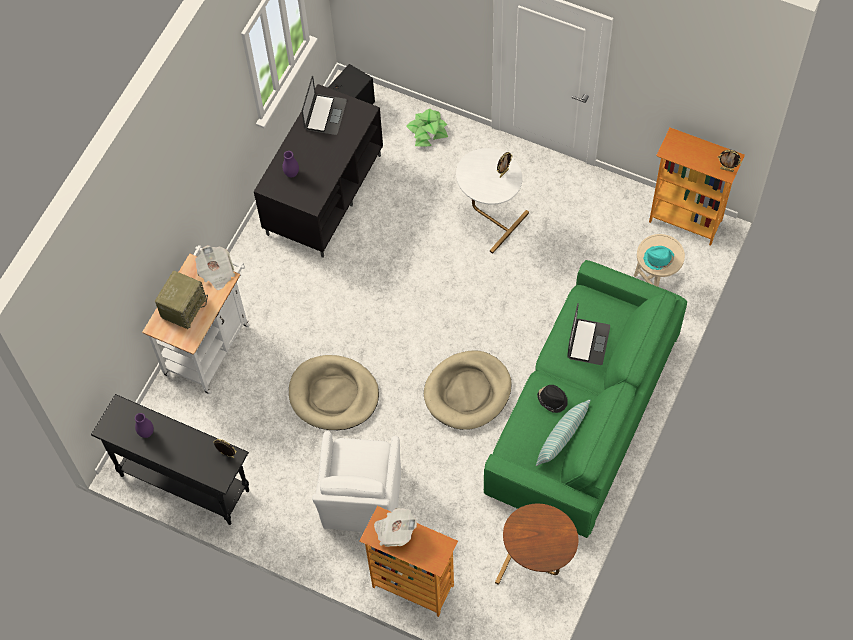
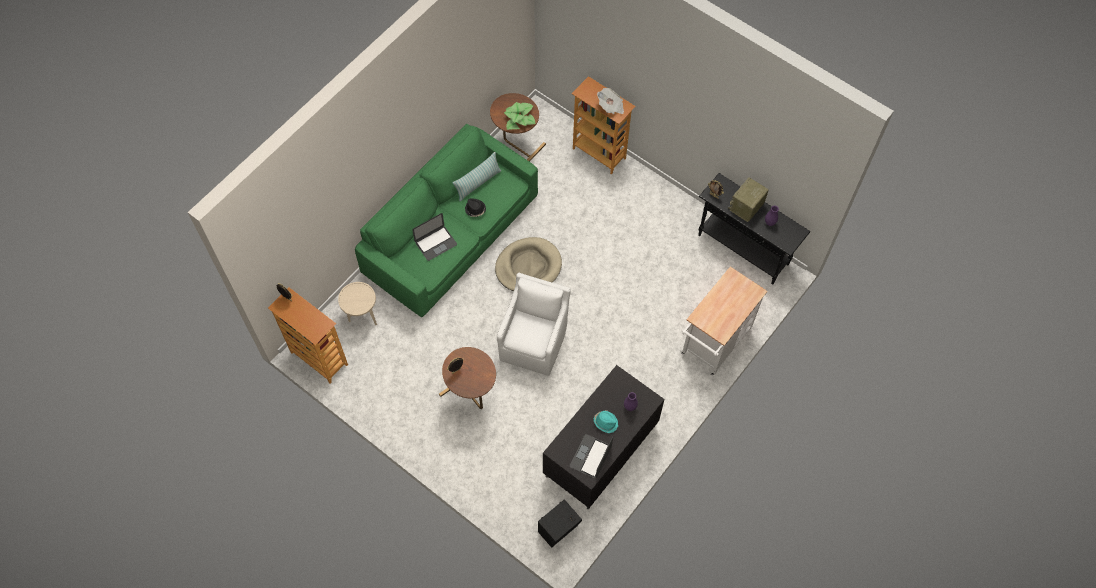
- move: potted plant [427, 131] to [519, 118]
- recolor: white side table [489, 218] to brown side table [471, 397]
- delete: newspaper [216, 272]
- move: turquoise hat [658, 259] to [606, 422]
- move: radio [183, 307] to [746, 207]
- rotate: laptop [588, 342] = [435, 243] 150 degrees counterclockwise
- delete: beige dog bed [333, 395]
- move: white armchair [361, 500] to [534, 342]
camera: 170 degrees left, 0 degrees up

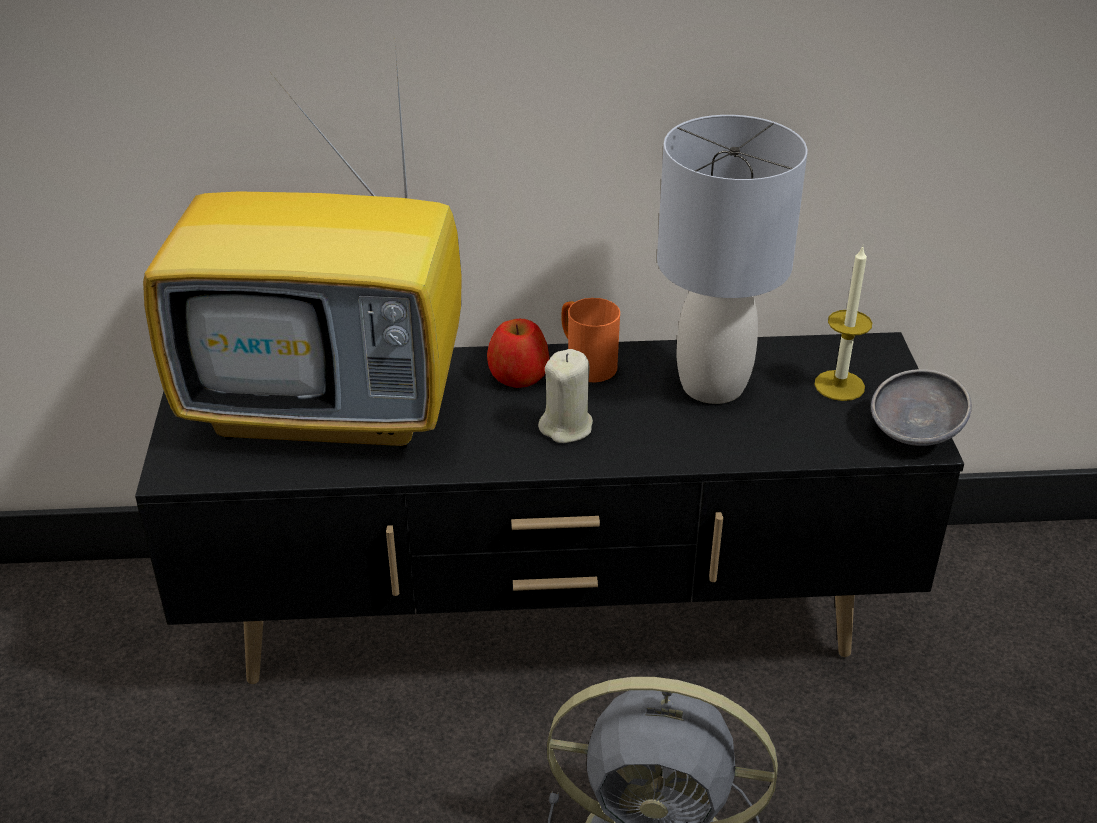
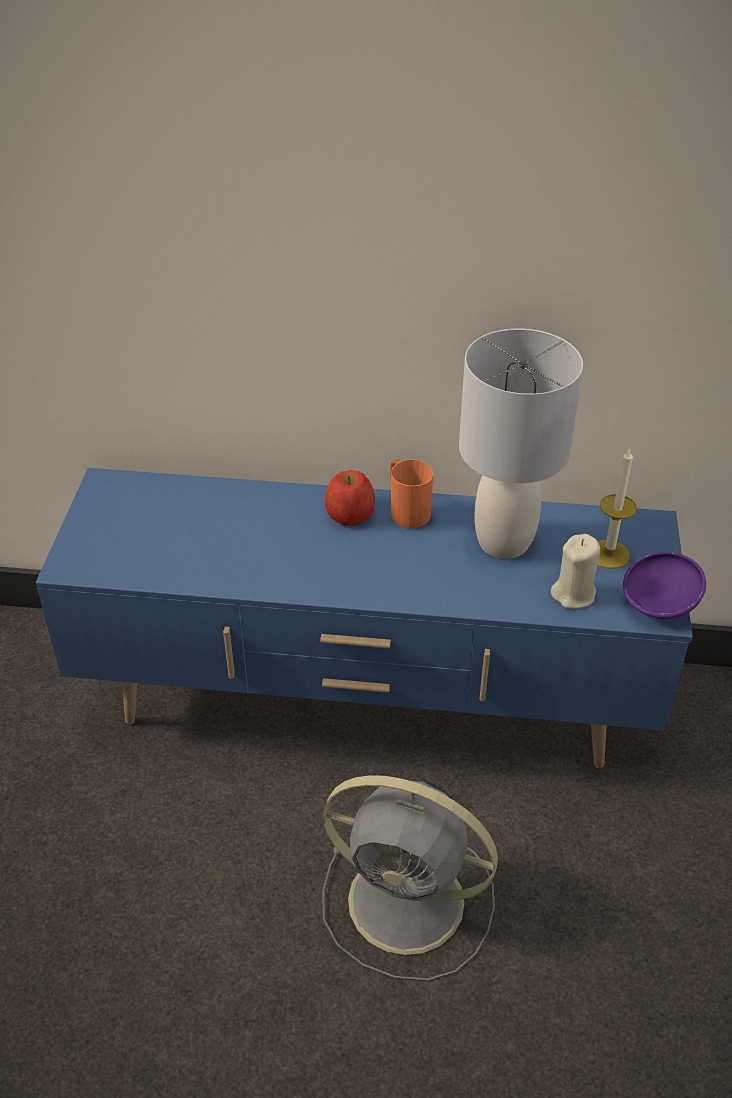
- delete: television [333, 407]
- recolor: black tv stand [550, 622] to blue tv stand [367, 705]
- move: beige candle [566, 427] to [573, 594]
- recolor: grey bowl [913, 433] to purple bowl [658, 604]
camera: 10 degrees right, 5 degrees up

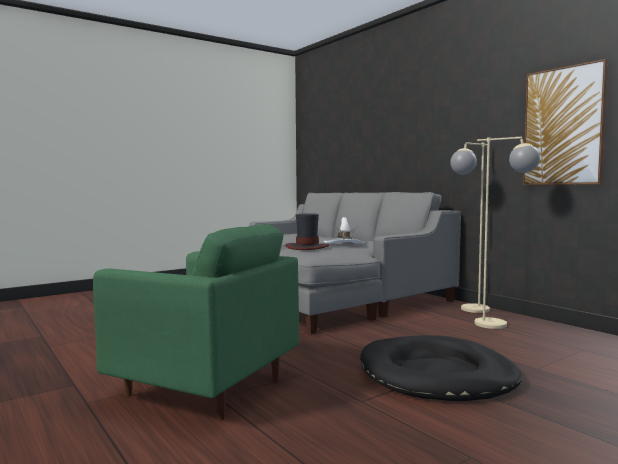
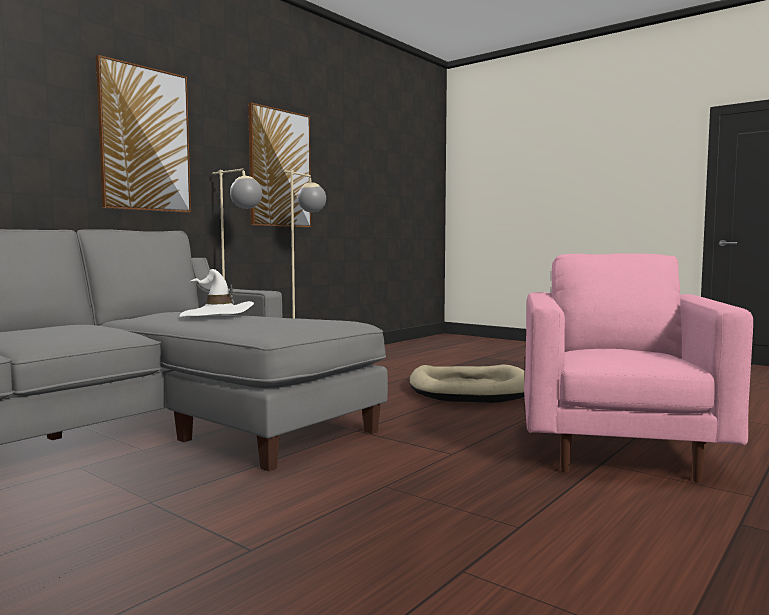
- delete: hat [307, 247]
- recolor: green armchair [205, 388] to pink armchair [618, 451]
- recolor: black dog bed [437, 375] to beige dog bed [470, 390]
- insert: picture [144, 139]
camera: 105 degrees left, 0 degrees up

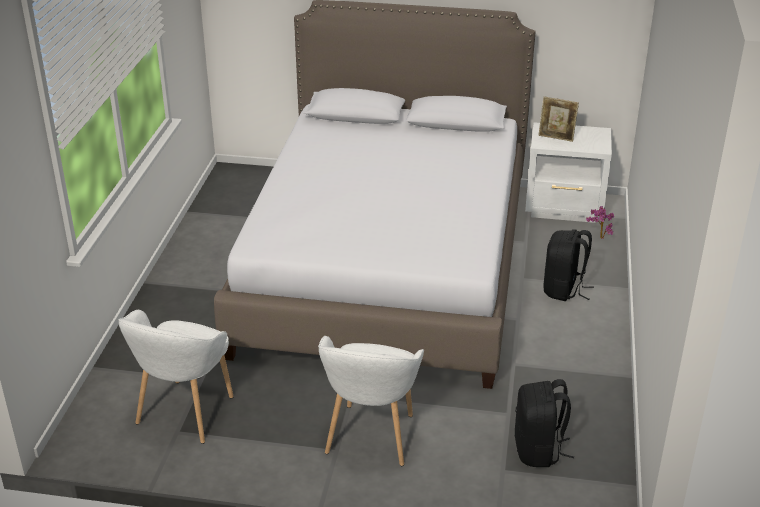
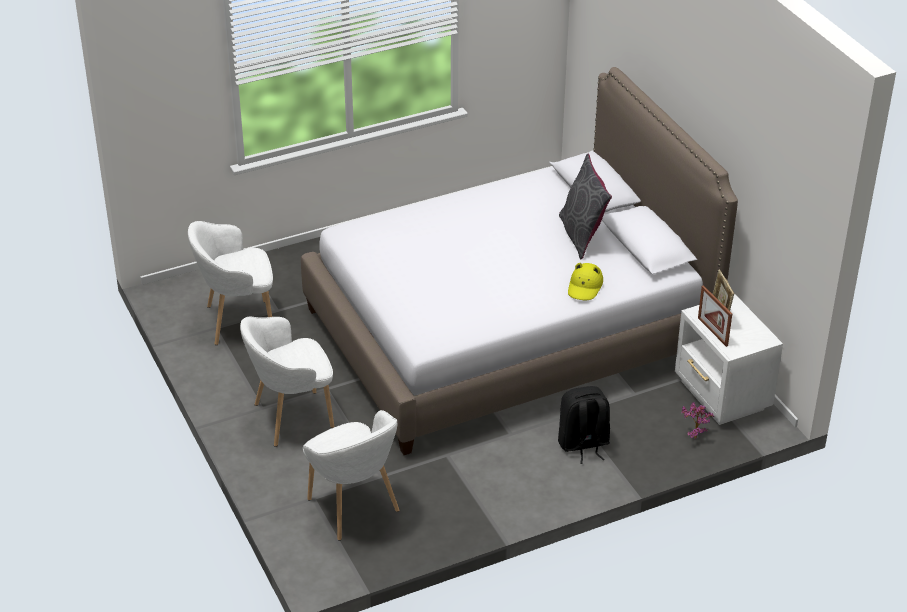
- replace: black backpack [538, 450] to white armchair [353, 508]
- insert: grey pillow [582, 235]
- insert: yellow hat [585, 286]
- insert: picture frame [712, 332]
camera: 55 degrees right, 5 degrees up

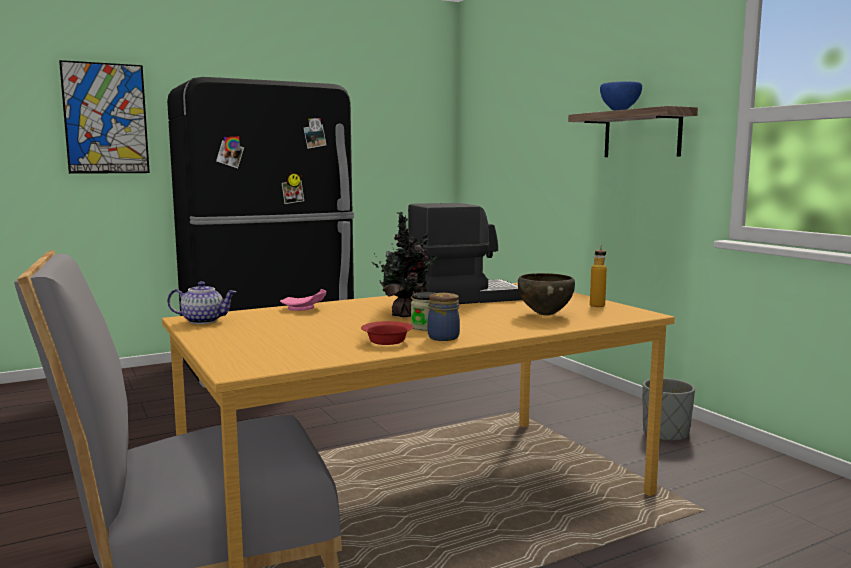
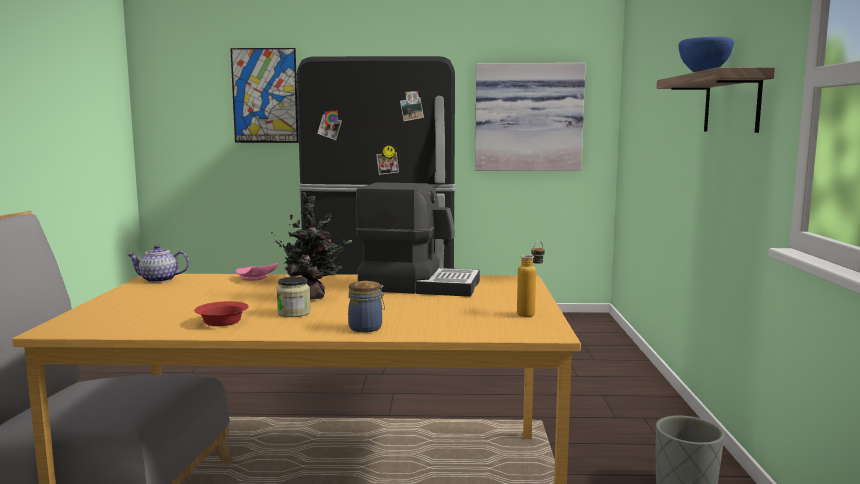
- delete: brown bowl [545, 315]
- rotate: teapot [204, 321] = [158, 280] 150 degrees clockwise
- move: jar [444, 337] to [367, 328]
- insert: picture [528, 117]
camera: 30 degrees right, 0 degrees up

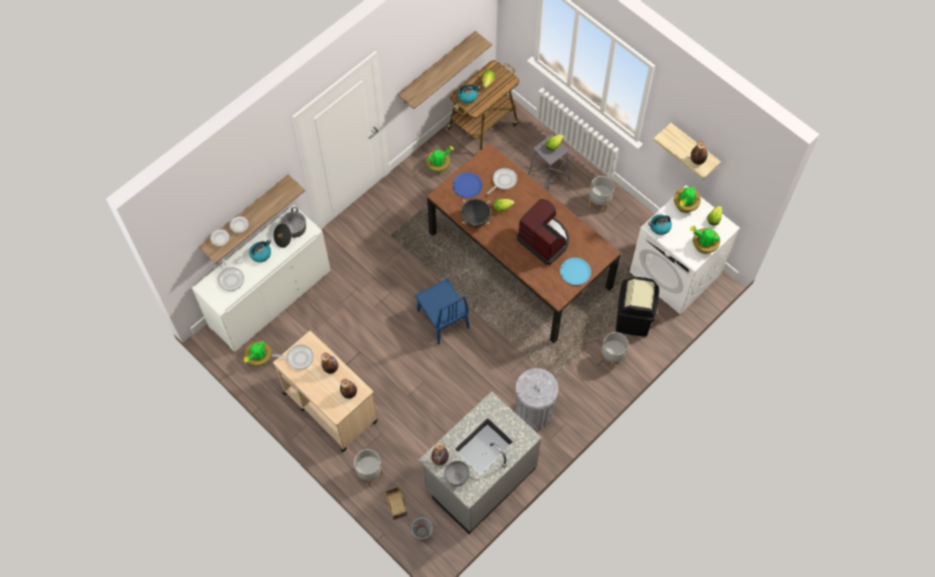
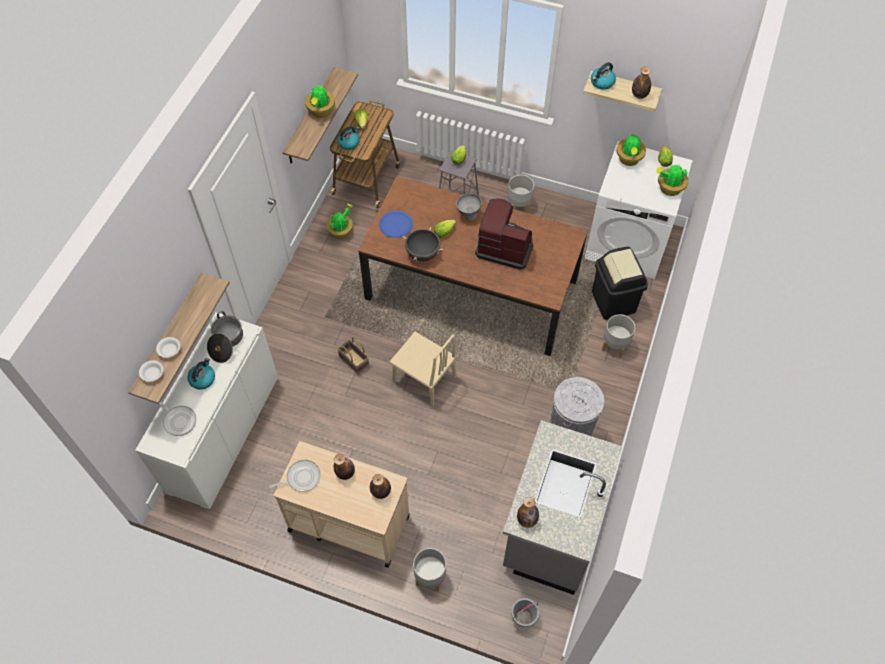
- delete: frying pan [503, 181]
- move: kettle [659, 227] to [602, 83]
- delete: blue plate [575, 272]
- recolor: blue chair [443, 319] to beige chair [424, 378]
- move: potted plant [259, 359] to [321, 112]
- move: grey bowl [456, 478] to [468, 215]
- move: basket [397, 506] to [355, 361]
camera: 25 degrees left, 5 degrees down

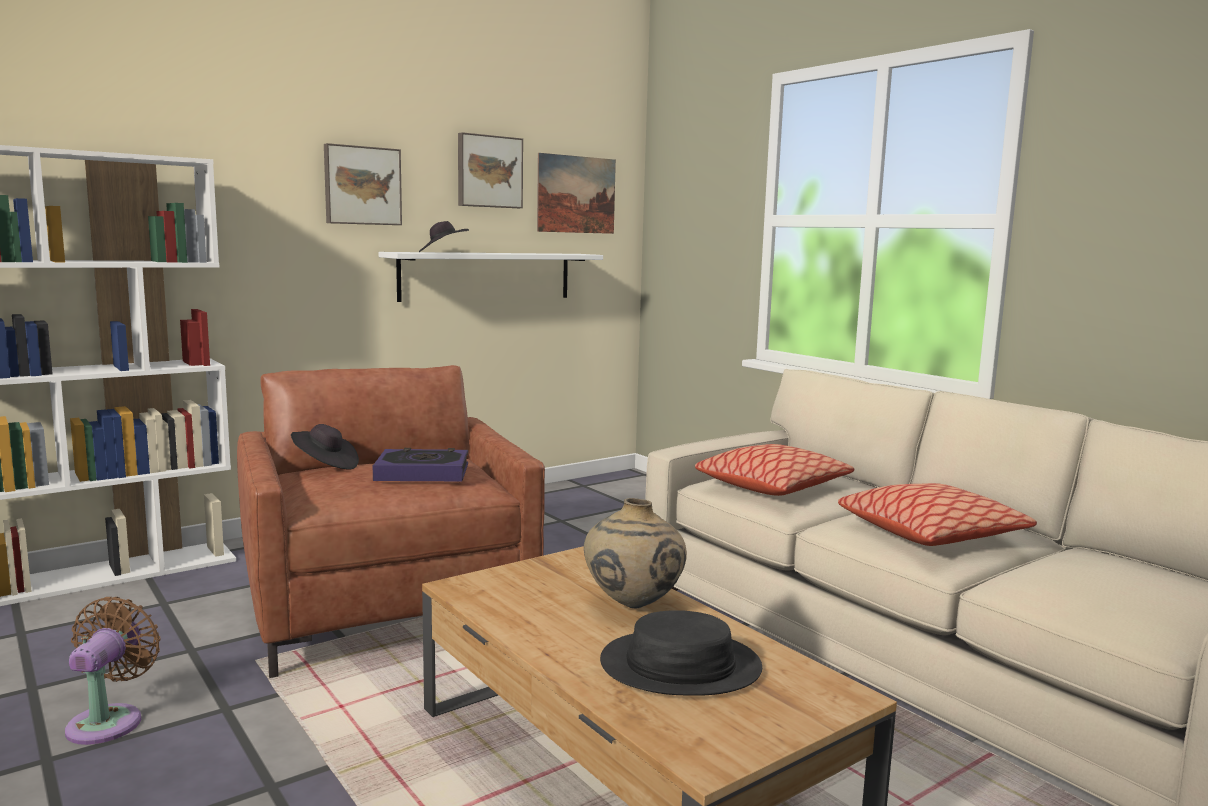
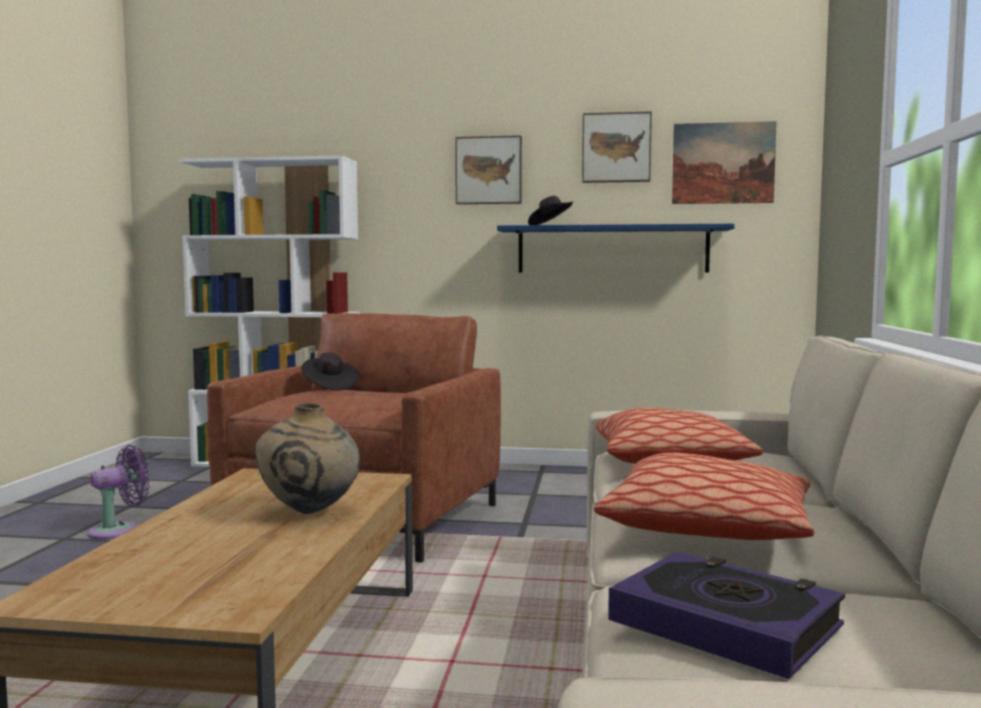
- recolor: white shelf [487, 276] to blue shelf [612, 249]
- move: book [422, 473] to [725, 624]
- recolor: brown fan [109, 721] to purple fan [119, 531]
- delete: black hat [680, 666]
camera: 45 degrees right, 5 degrees down

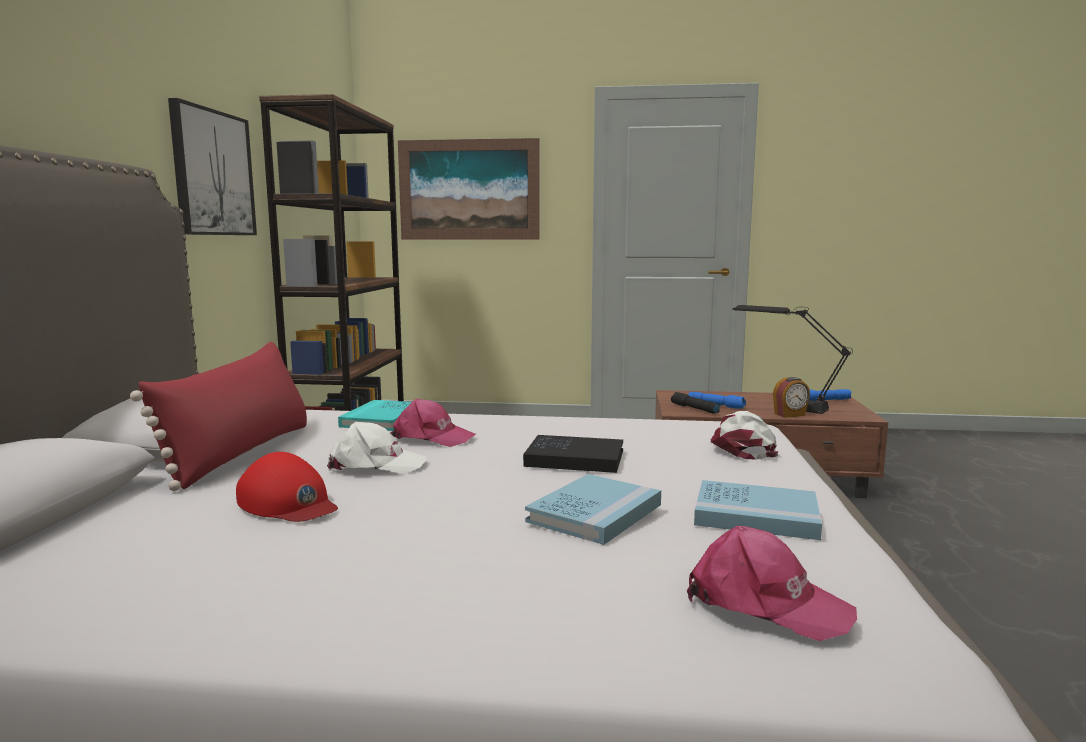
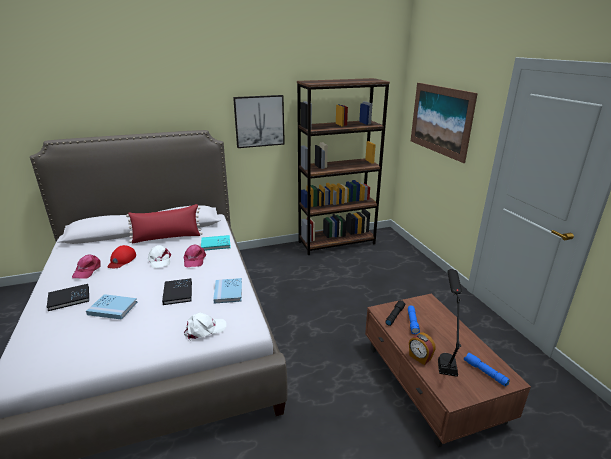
- move: blue book [756, 515] to [228, 292]
- move: pink cap [764, 603] to [87, 270]
- insert: black book [69, 298]
camera: 65 degrees right, 15 degrees up

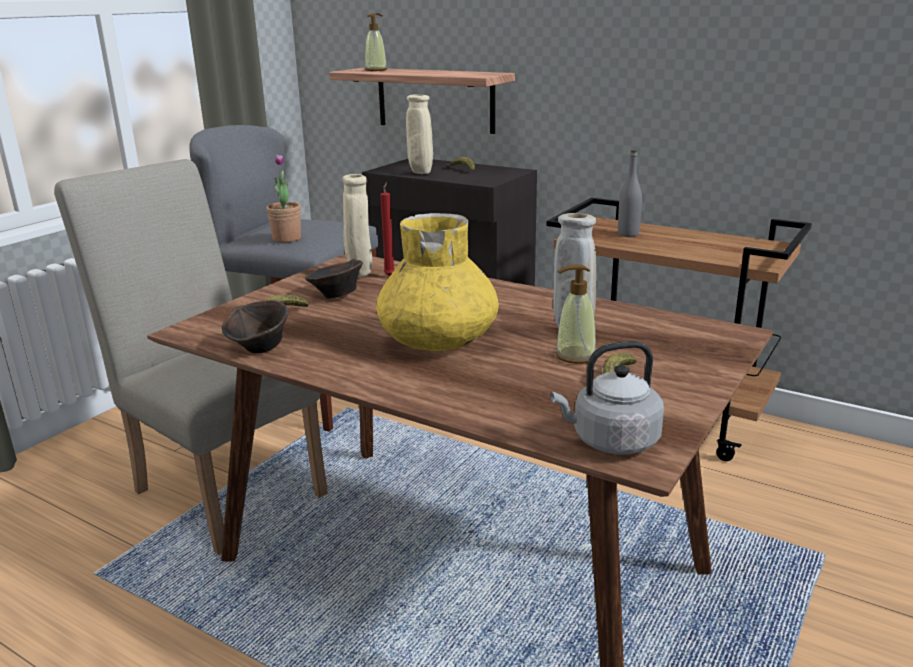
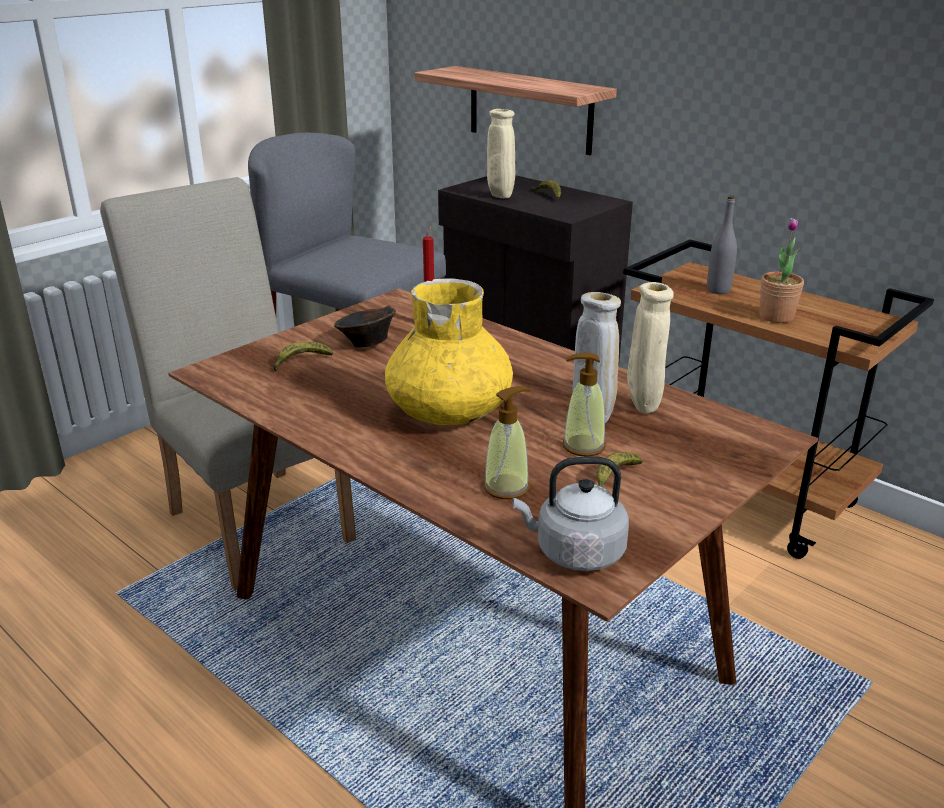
- move: soap dispenser [376, 70] to [506, 487]
- move: potted plant [287, 238] to [776, 317]
- move: beige vase [359, 274] to [642, 407]
- delete: brown bowl [259, 349]
camera: 10 degrees right, 5 degrees up

